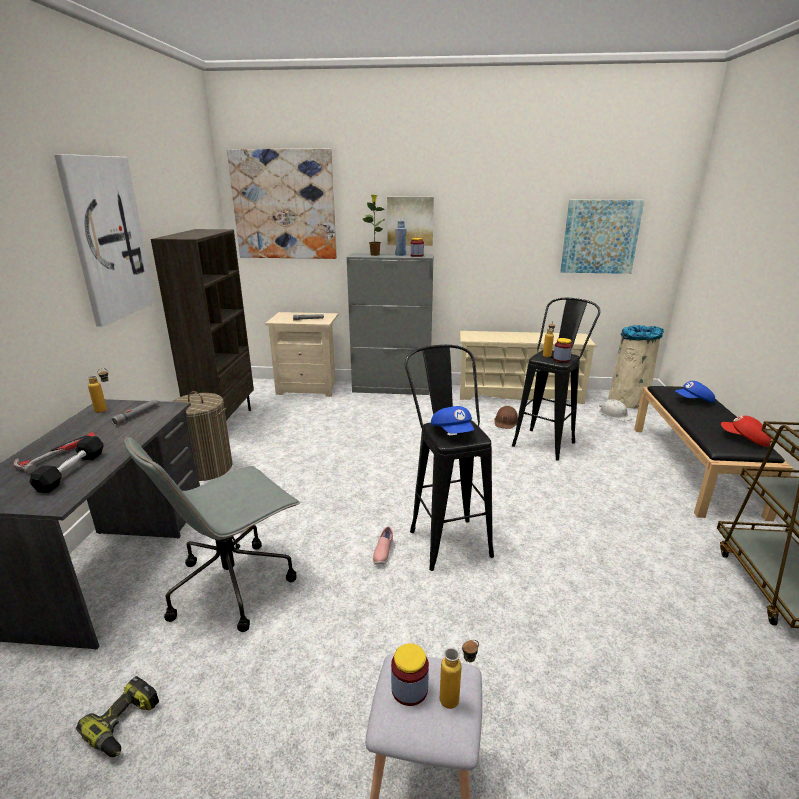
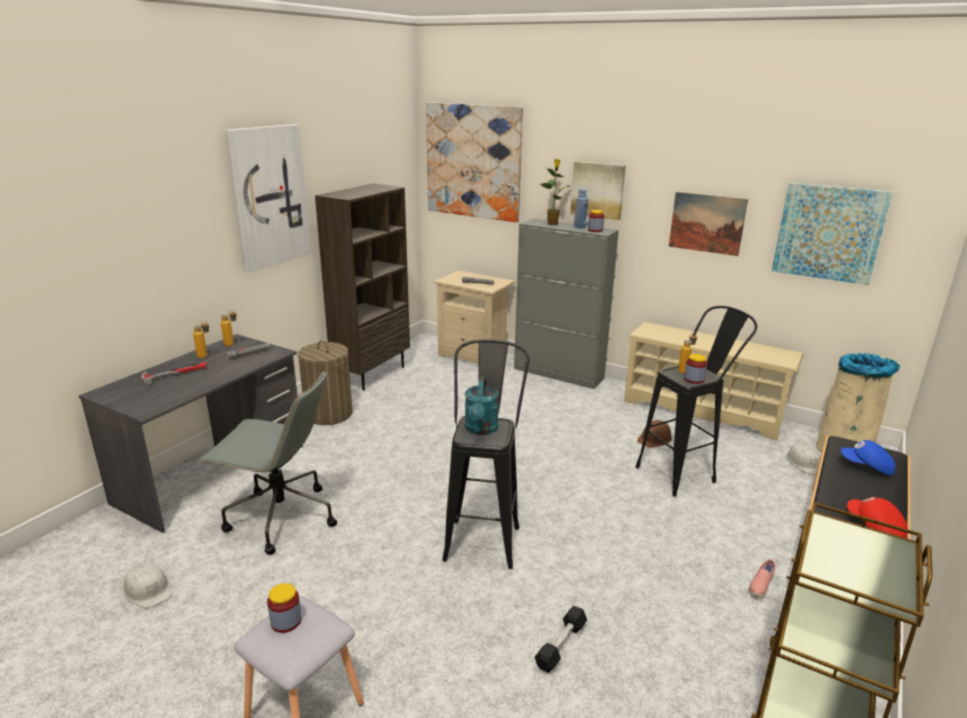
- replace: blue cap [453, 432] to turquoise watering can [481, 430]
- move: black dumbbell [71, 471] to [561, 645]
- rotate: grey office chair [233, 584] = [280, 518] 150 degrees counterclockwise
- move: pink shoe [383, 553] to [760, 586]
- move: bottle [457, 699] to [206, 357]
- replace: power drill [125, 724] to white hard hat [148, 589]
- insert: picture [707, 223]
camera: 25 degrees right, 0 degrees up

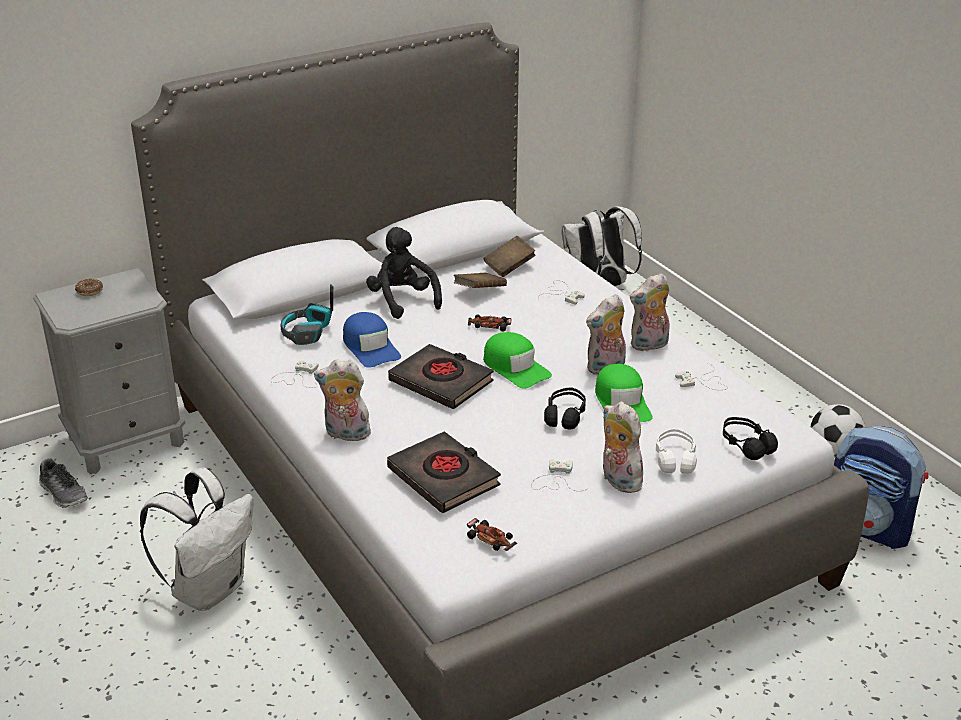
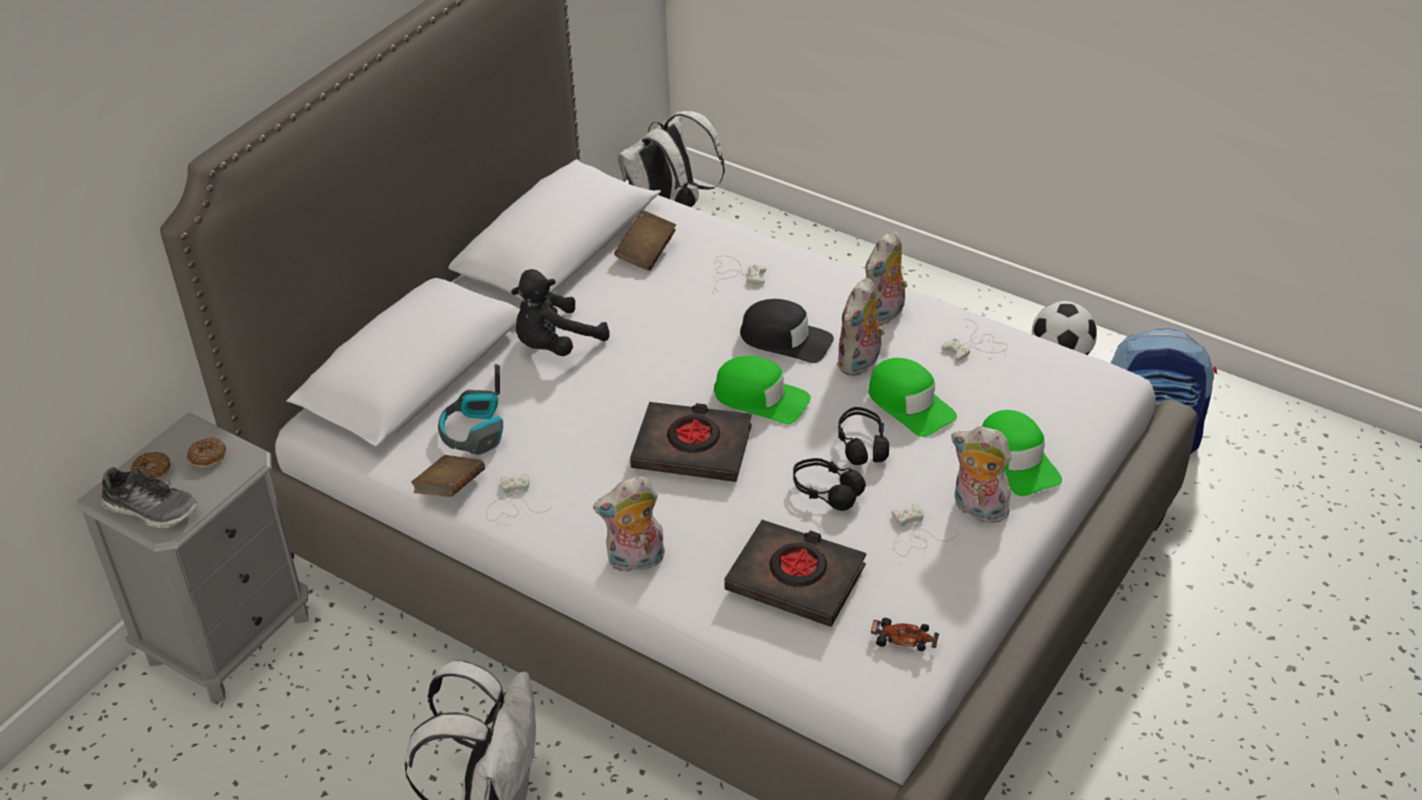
- rotate: black plush toy [402, 300] = [555, 345] 75 degrees counterclockwise
- move: brown book [479, 291] to [450, 489]
- delete: blue cap [370, 347]
- delete: toy car [489, 326]
- move: black headphones [746, 445] to [826, 491]
- replace: white headphones [675, 459] to green cap [1017, 460]
- move: shoe [64, 494] to [151, 509]
- insert: black cap [786, 339]
- insert: donut [208, 457]
camera: 25 degrees left, 10 degrees up

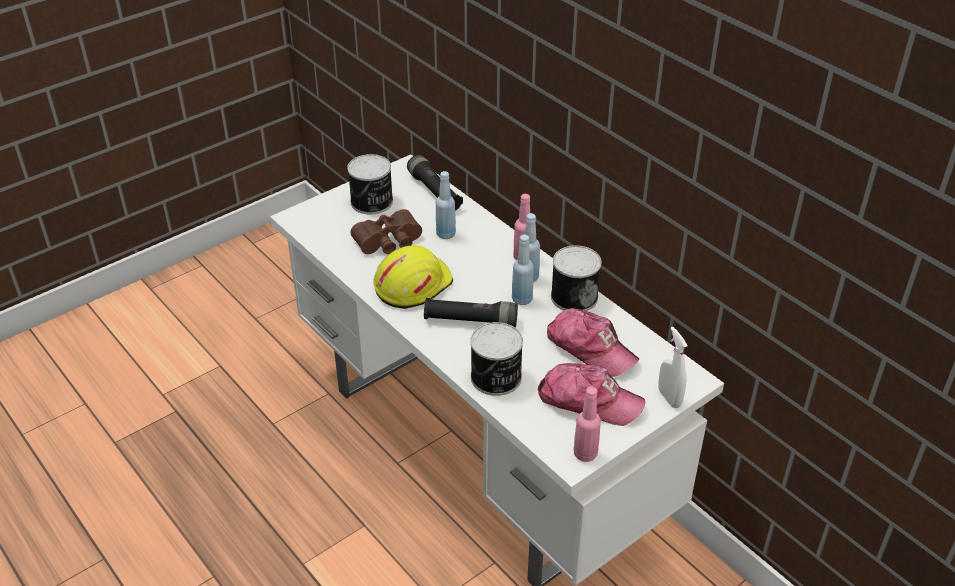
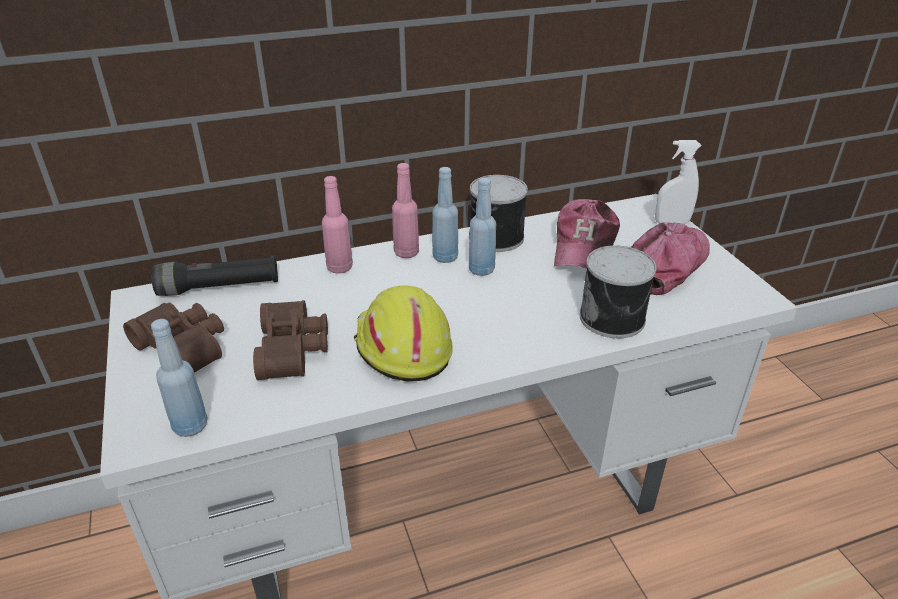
- replace: can [372, 202] to brown binoculars [185, 347]
- move: blue bottle [445, 234] to [190, 426]
- delete: black flashlight [471, 321]
- rotate: cap [590, 348] = [584, 247] 135 degrees clockwise
- move: pink bottle [585, 454] to [339, 268]
camera: 70 degrees left, 5 degrees down

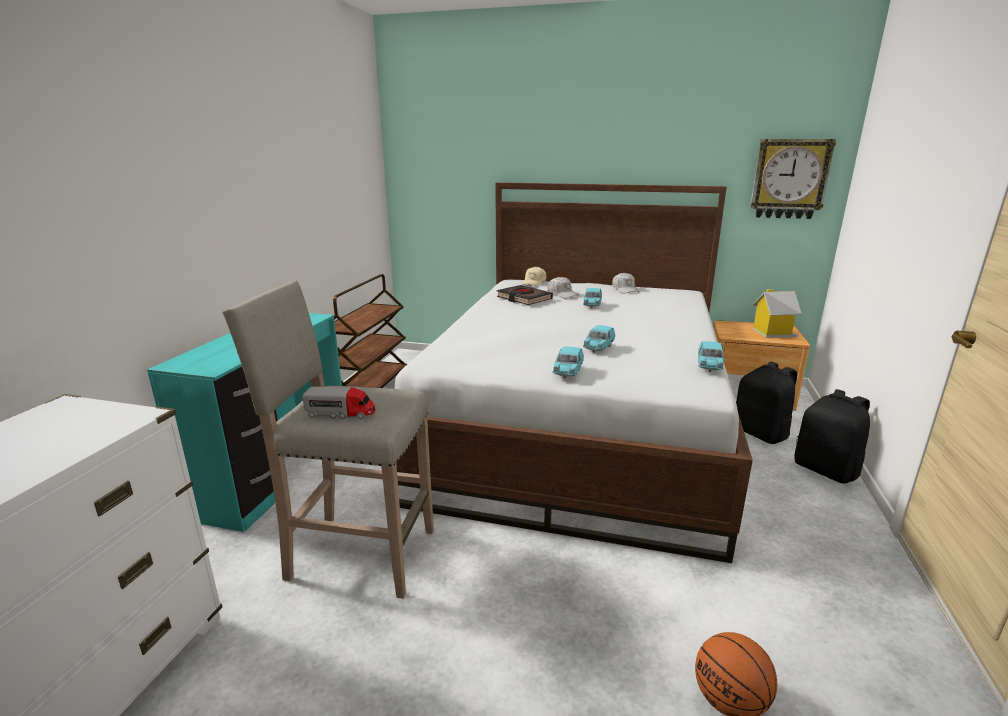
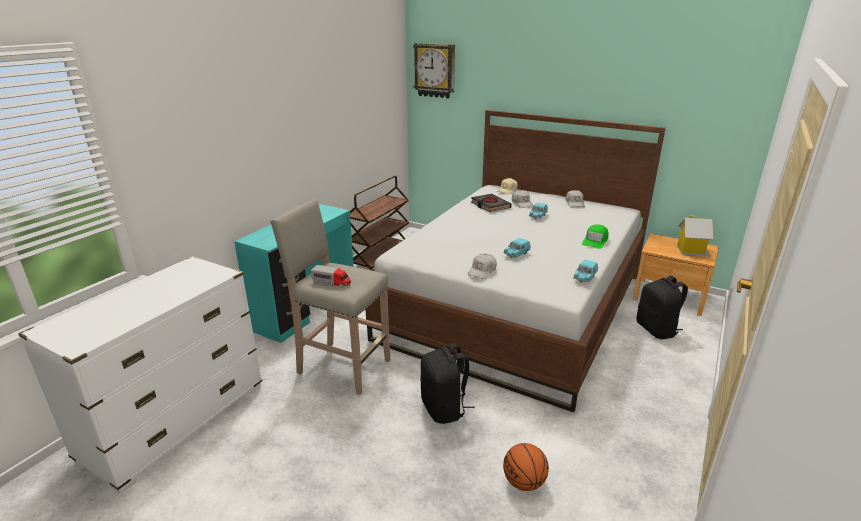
- move: wall clock [789, 179] to [435, 70]
- replace: turquoise toy car [567, 372] to white cap [482, 271]
- move: black backpack [826, 470] to [444, 408]
- insert: green cap [595, 241]
camera: 15 degrees right, 5 degrees up

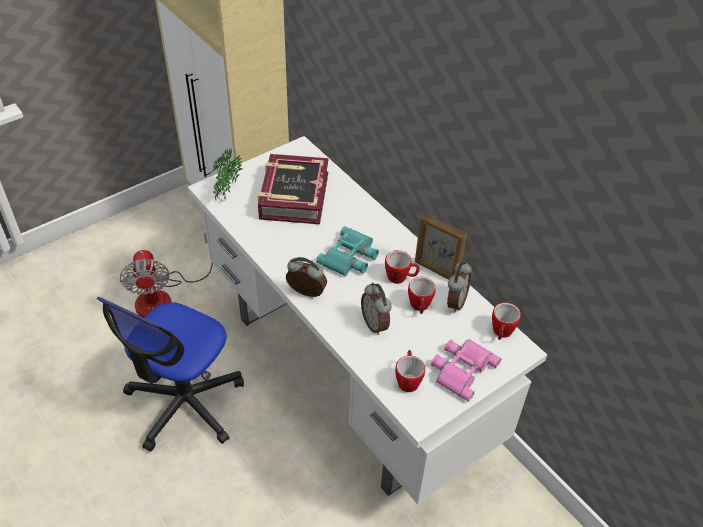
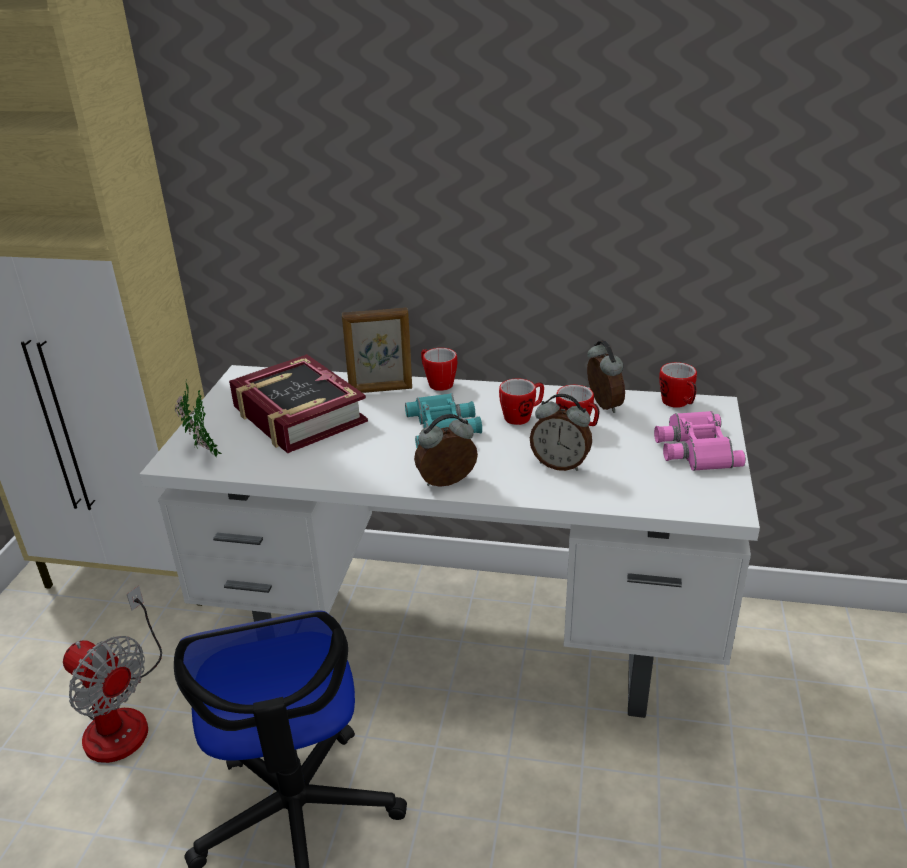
- move: picture frame [435, 270] to [381, 390]
- move: mug [408, 379] to [437, 383]
camera: 40 degrees left, 15 degrees down

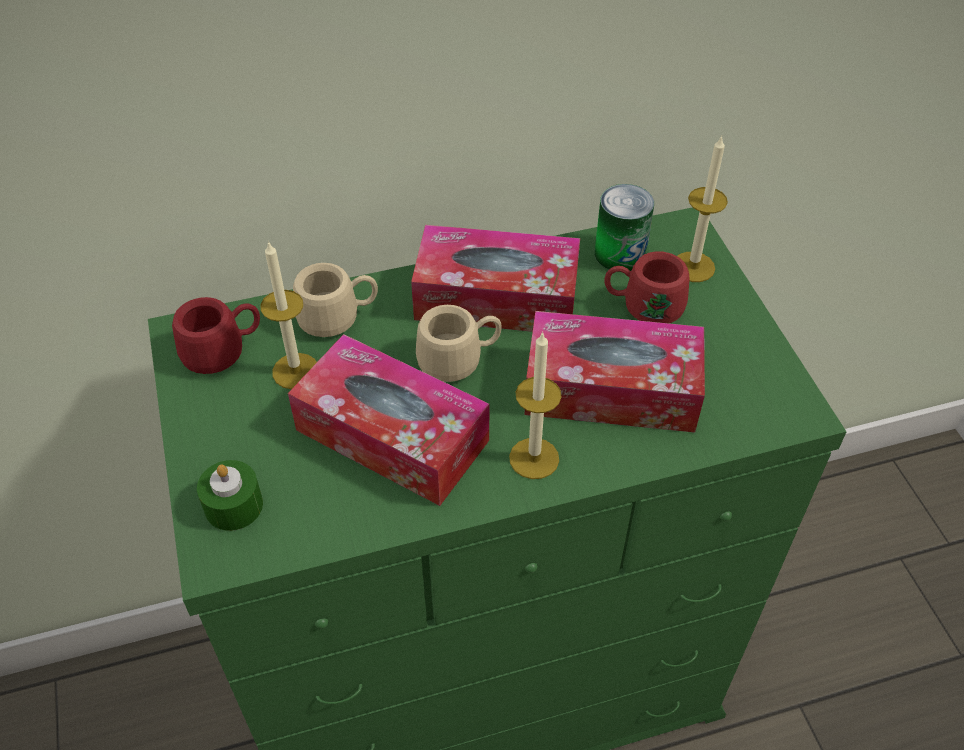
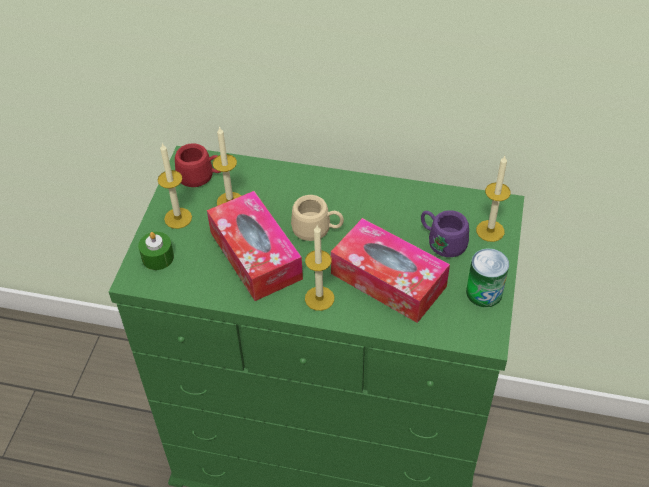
- move: can [620, 254] to [484, 292]
- delete: tissue box [496, 298]
- recolor: red mug [643, 306] to purple mug [441, 242]
- delete: beige mug [338, 317]
- insert: candle [178, 218]
camera: 30 degrees right, 0 degrees up

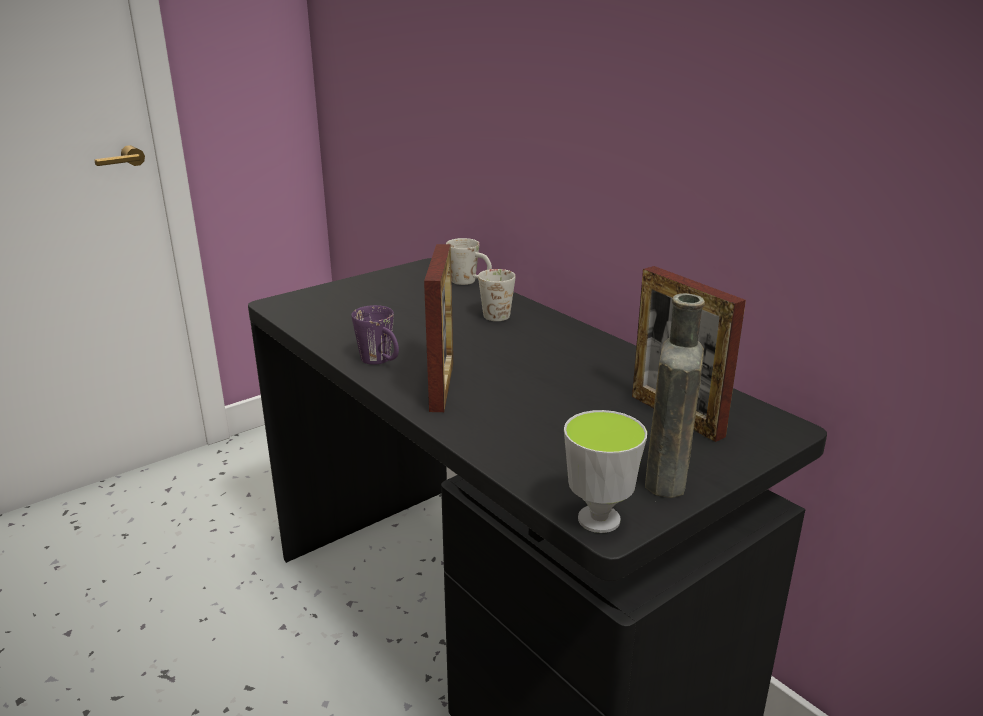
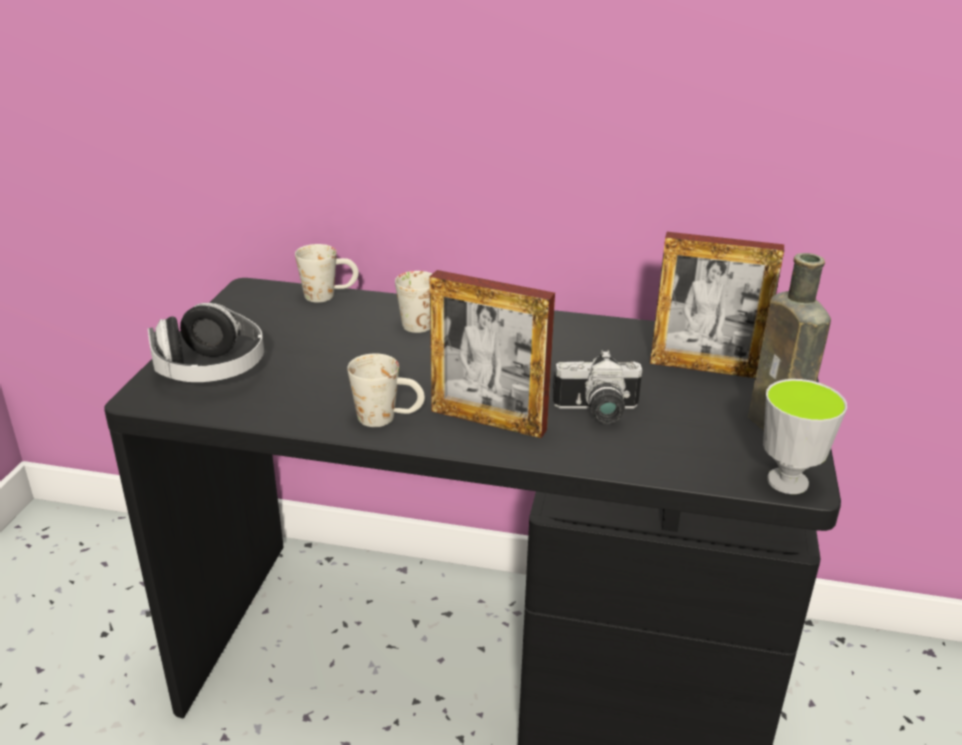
- rotate: picture frame [441, 386] = [488, 420] 150 degrees clockwise
- recolor: purple mug [381, 361] to white mug [388, 418]
- insert: headphones [210, 371]
- insert: photo camera [597, 413]
camera: 40 degrees left, 5 degrees up

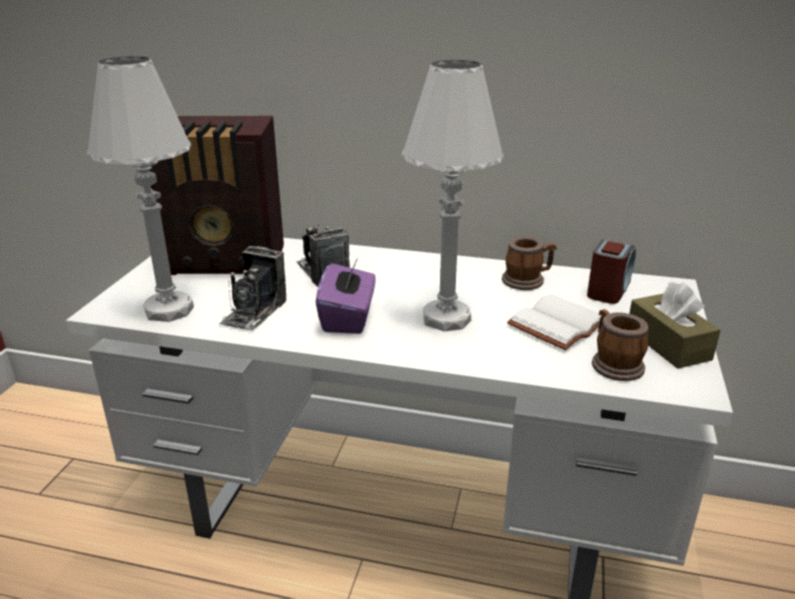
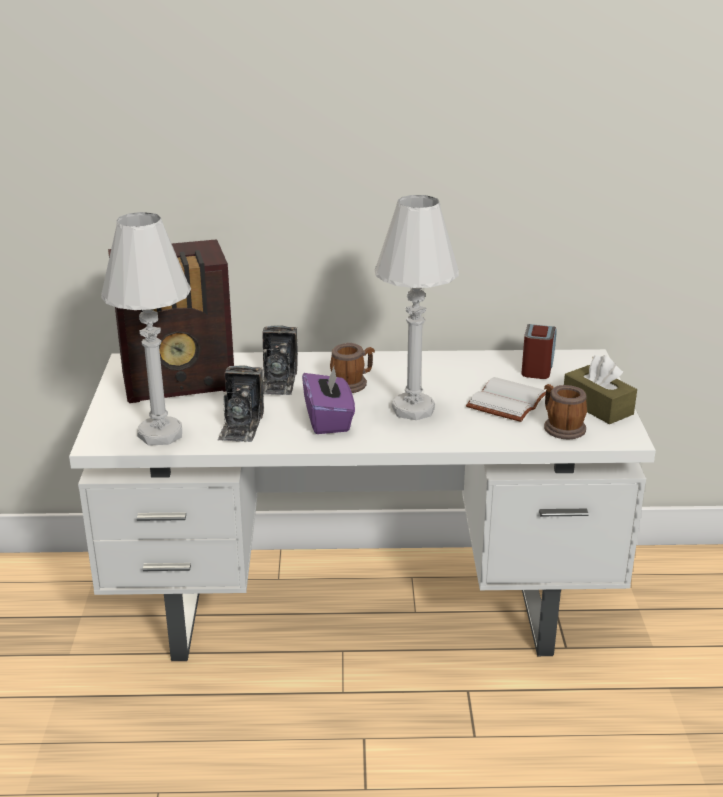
- rotate: photo camera [322, 271] = [278, 381] 135 degrees counterclockwise
- move: mug [527, 280] to [351, 383]
camera: 15 degrees left, 0 degrees up

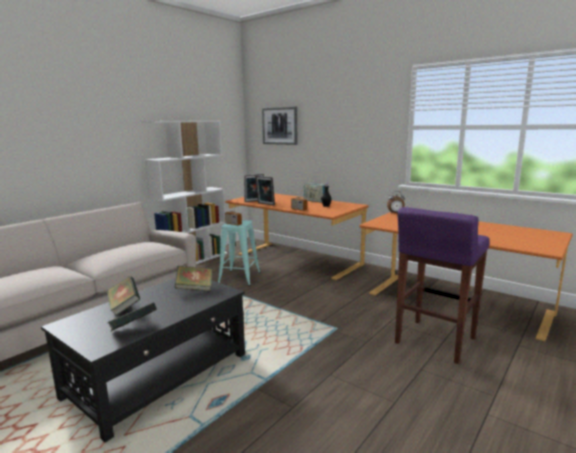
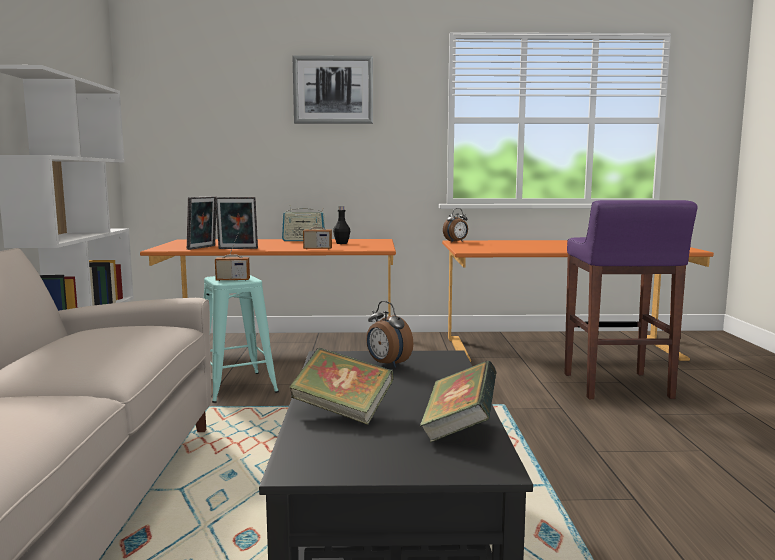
- move: picture [279, 125] to [333, 90]
- replace: book [194, 289] to alarm clock [387, 364]
camera: 40 degrees left, 5 degrees down

